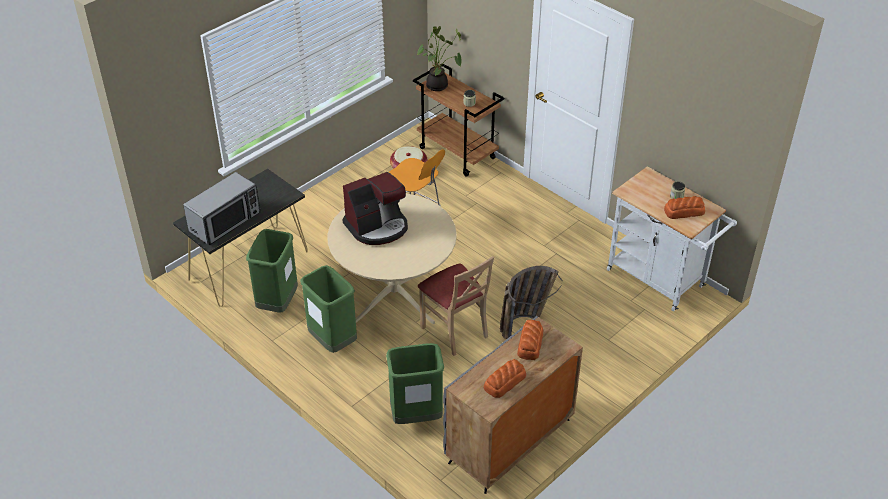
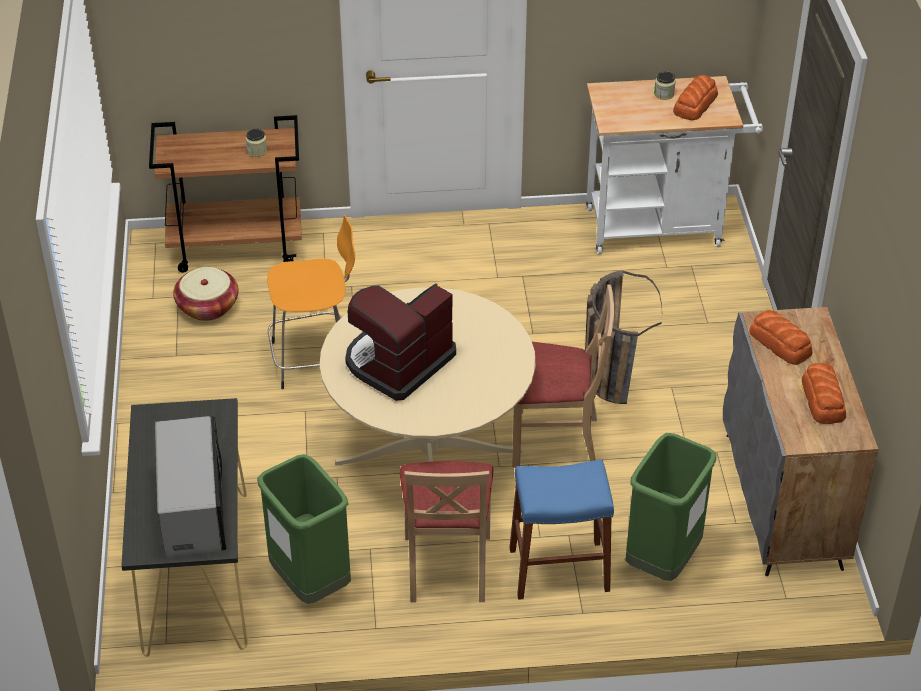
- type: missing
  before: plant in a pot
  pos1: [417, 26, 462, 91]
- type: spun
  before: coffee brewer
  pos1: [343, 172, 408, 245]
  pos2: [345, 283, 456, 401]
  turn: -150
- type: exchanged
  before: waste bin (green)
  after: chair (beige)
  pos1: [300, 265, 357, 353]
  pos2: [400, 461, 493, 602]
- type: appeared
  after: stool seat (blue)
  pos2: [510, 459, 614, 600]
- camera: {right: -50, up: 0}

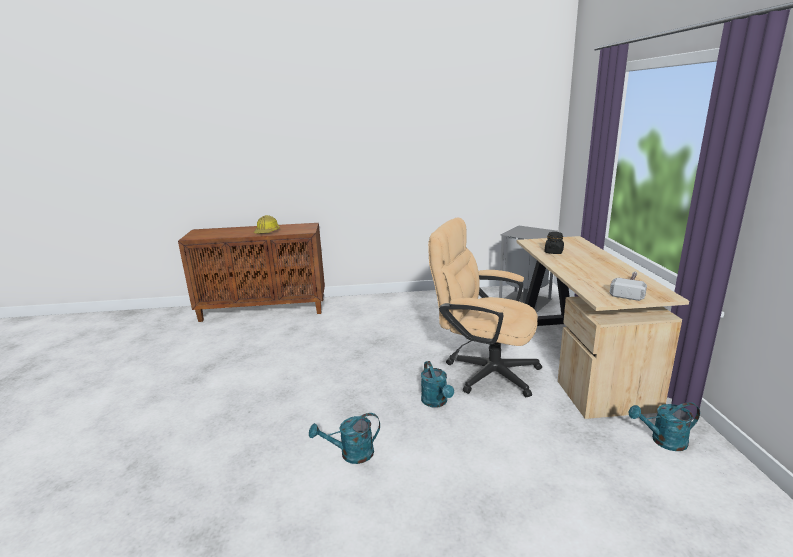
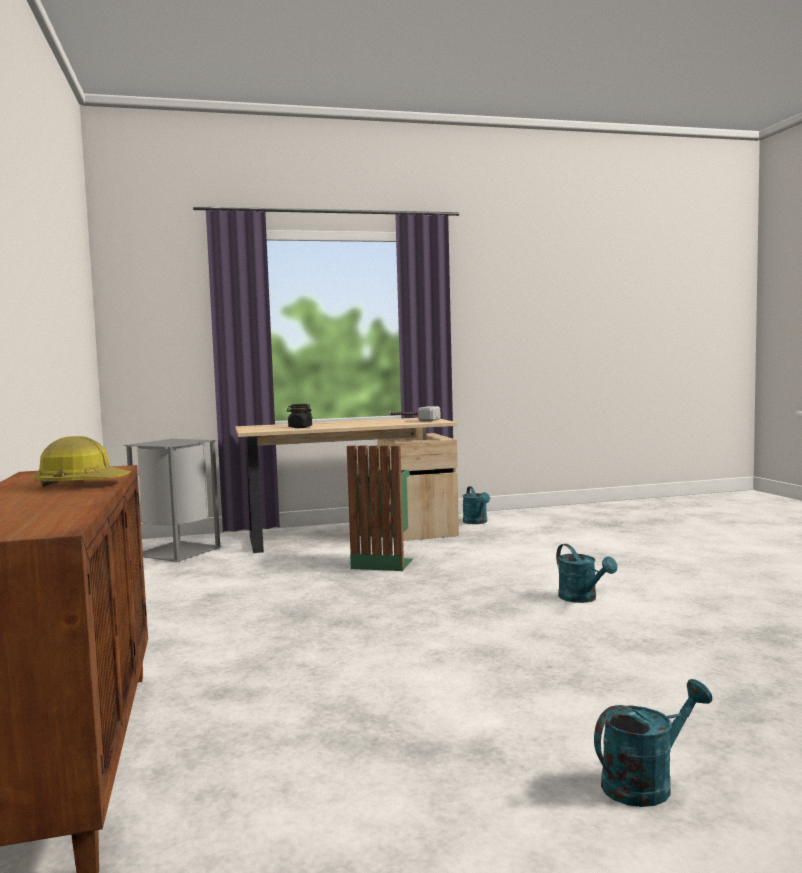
- type: exchanged
  before: desk chair (beige)
  after: waste bin (green)
  pos1: [428, 218, 542, 397]
  pos2: [347, 445, 413, 571]
- type: relocated
  before: sprinkling can (turquoise-coloured)
  pos1: [421, 361, 454, 407]
  pos2: [594, 679, 712, 807]
- camera: {right: -100, up: -15}

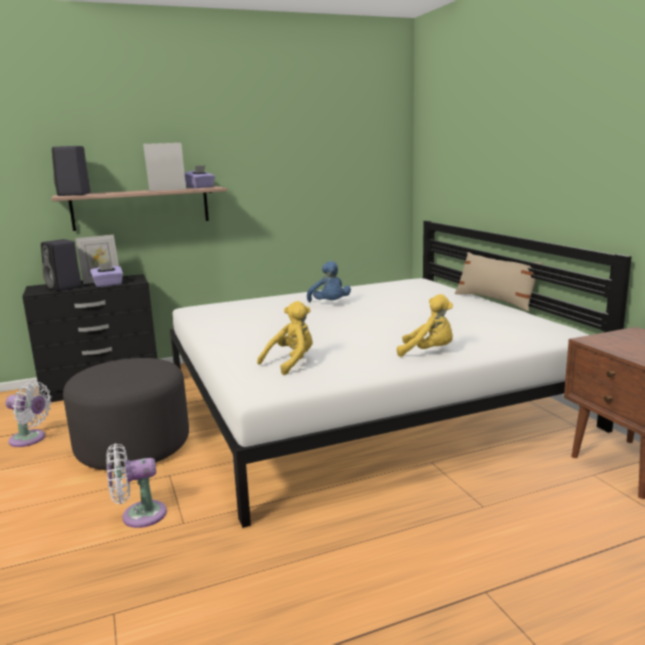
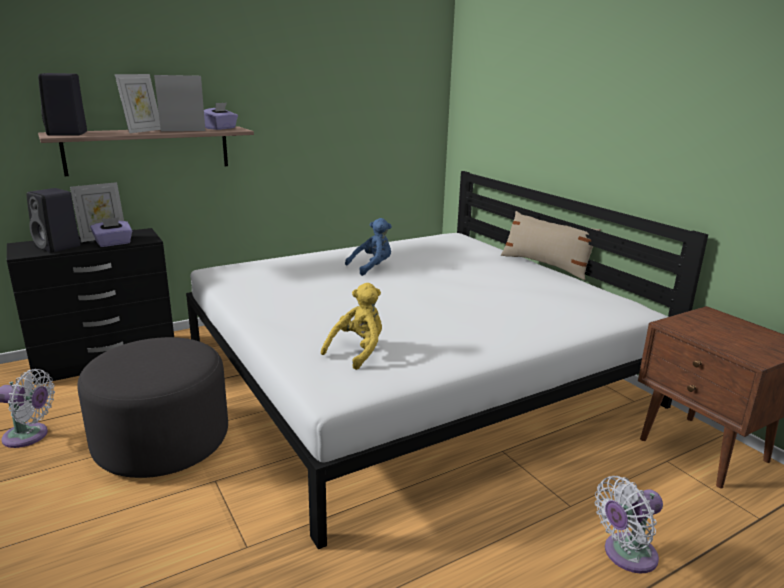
- type: spun
  before: soft toy (blue)
  pos1: [307, 261, 351, 302]
  pos2: [345, 218, 392, 276]
  turn: -90
- type: missing
  before: soft toy (yellow)
  pos1: [397, 294, 453, 357]
- type: relocated
  before: electric fan (white)
  pos1: [106, 444, 167, 528]
  pos2: [595, 476, 663, 573]
- type: appeared
  after: photo frame
  pos2: [115, 74, 161, 133]
- camera: {right: -10, up: 5}

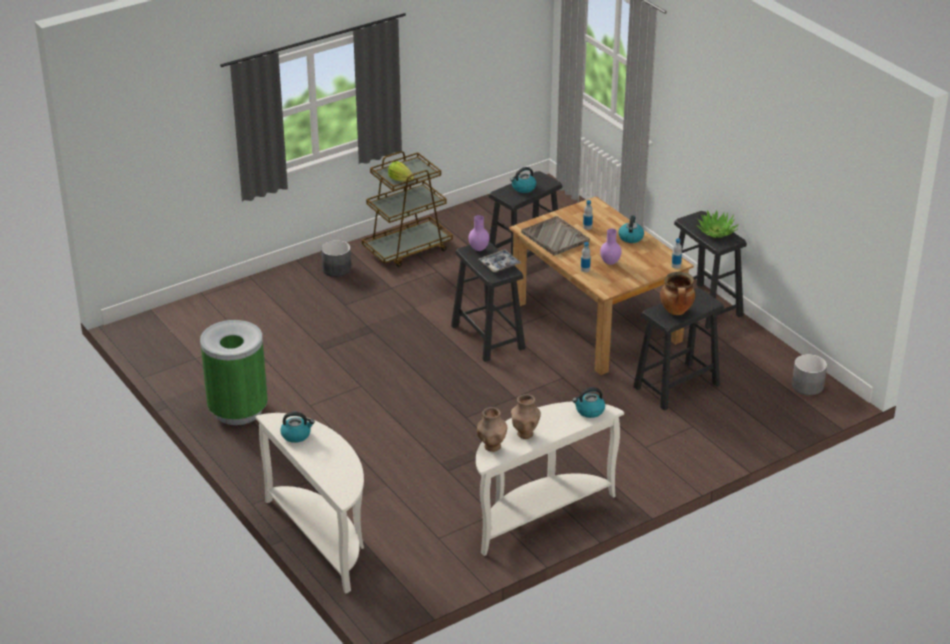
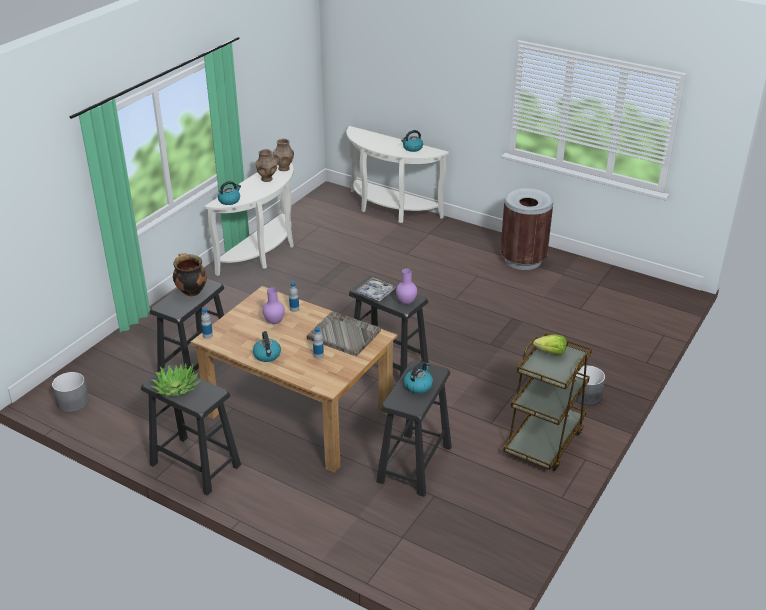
- type: colour
  before: waste bin (green)
  after: waste bin (brownish)
  pos1: [200, 320, 268, 425]
  pos2: [500, 187, 554, 270]
- camera: {right: 155, up: 0}

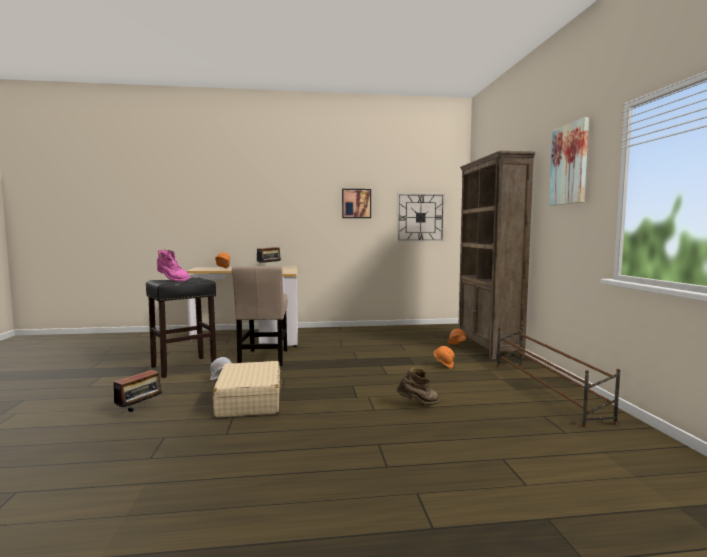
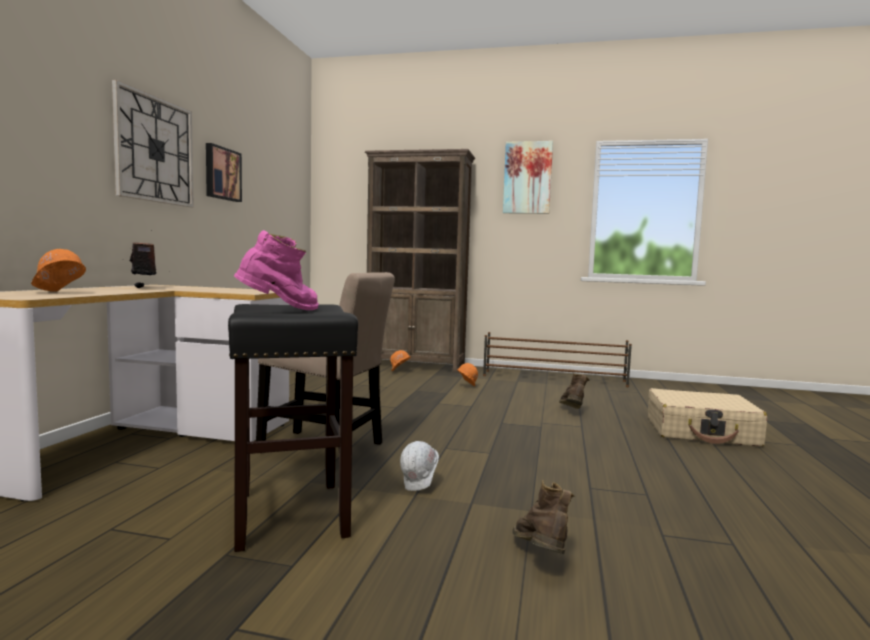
- type: relocated
  before: hanging clock
  pos1: [397, 193, 445, 242]
  pos2: [112, 80, 194, 207]
- type: relocated
  before: suitcase (beige)
  pos1: [213, 361, 280, 418]
  pos2: [648, 388, 767, 447]
- type: exchanged
  before: radio set
  after: tall boot (brownish)
  pos1: [114, 370, 164, 412]
  pos2: [512, 480, 575, 554]
- camera: {right: -70, up: 0}

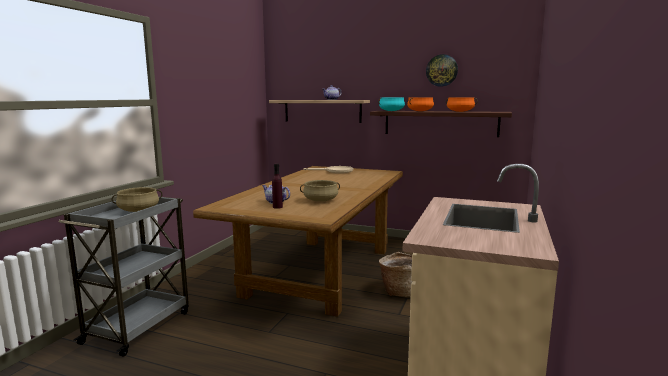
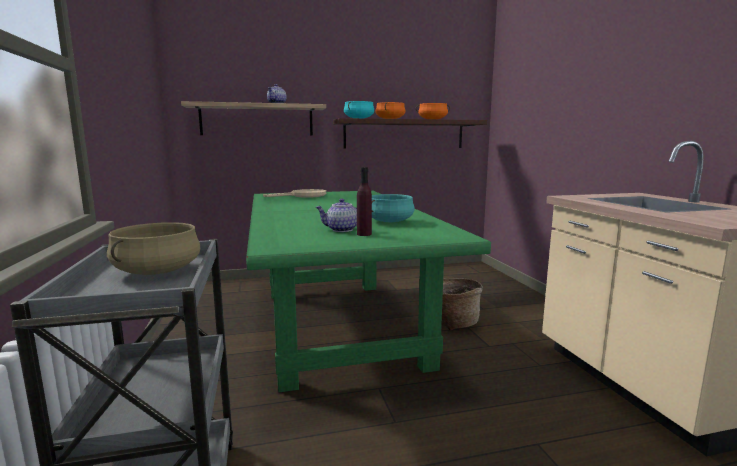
- type: missing
  before: hanging clock
  pos1: [426, 54, 458, 87]
- type: colour
  before: dinner table (brownish)
  after: dinner table (green)
  pos1: [193, 166, 403, 317]
  pos2: [246, 190, 491, 392]
- type: colour
  before: stockpot (beige)
  after: stockpot (turquoise-coloured)
  pos1: [300, 180, 340, 202]
  pos2: [372, 194, 415, 222]
- camera: {right: -35, up: 0}

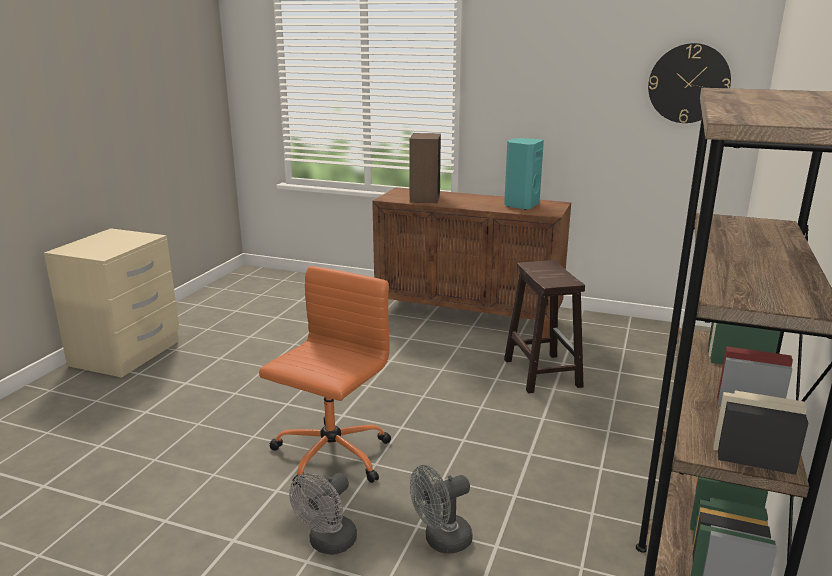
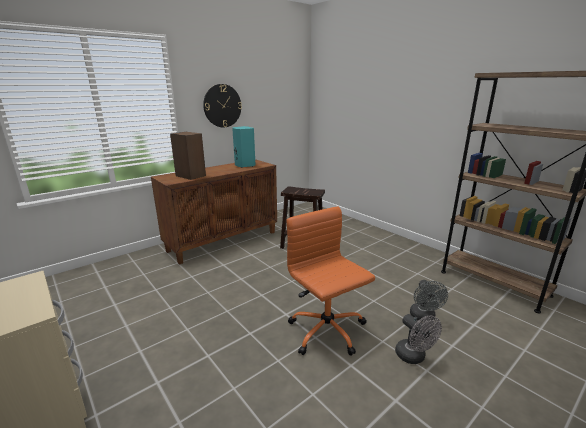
- type: relocated
  before: hanging clock
  pos1: [648, 43, 731, 123]
  pos2: [203, 84, 242, 128]
- camera: {right: -60, up: 0}

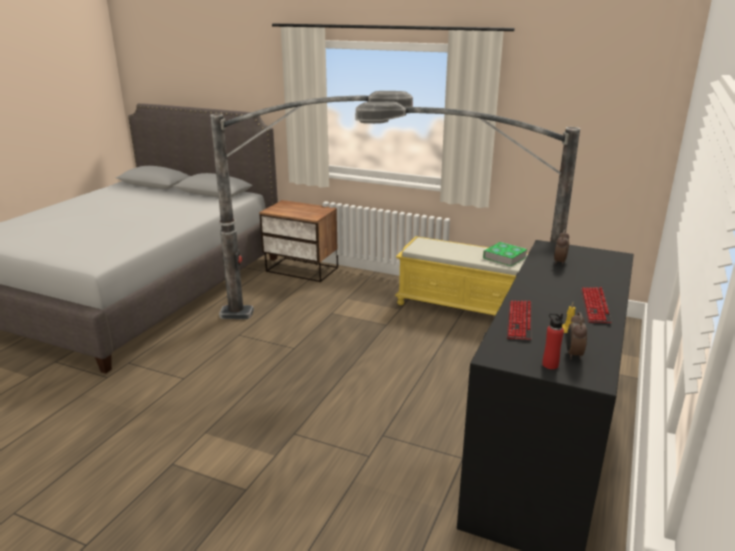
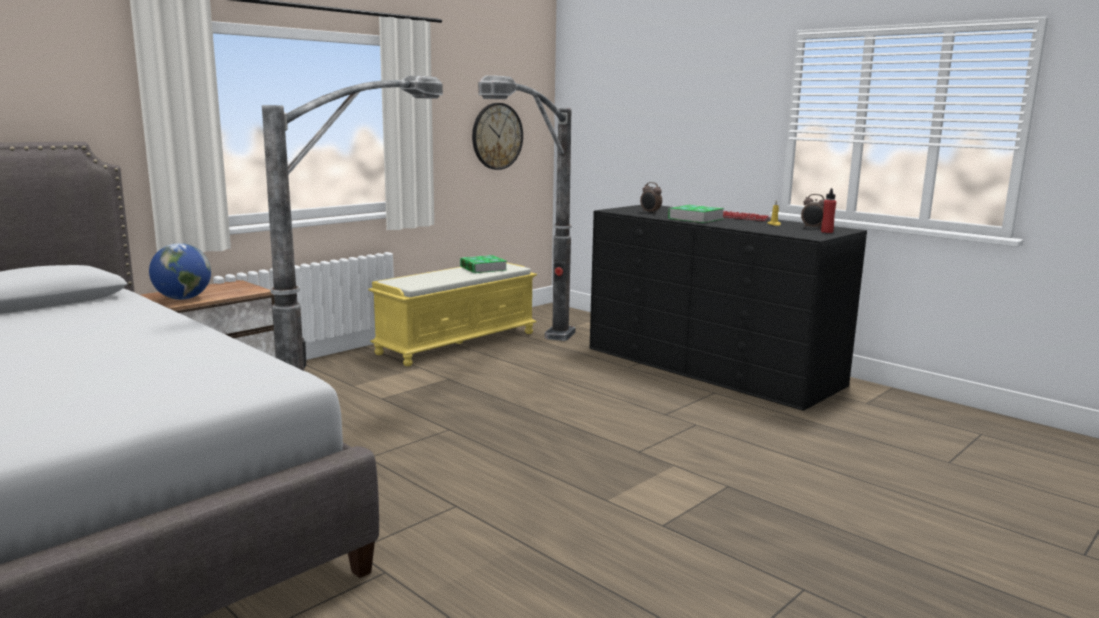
- type: missing
  before: computer keyboard
  pos1: [507, 300, 532, 340]
- type: appeared
  after: hanging clock
  pos2: [472, 103, 523, 170]
- type: appeared
  after: book
  pos2: [668, 205, 724, 223]
- type: appeared
  after: desk globe
  pos2: [149, 243, 211, 300]
- camera: {right: -70, up: -10}

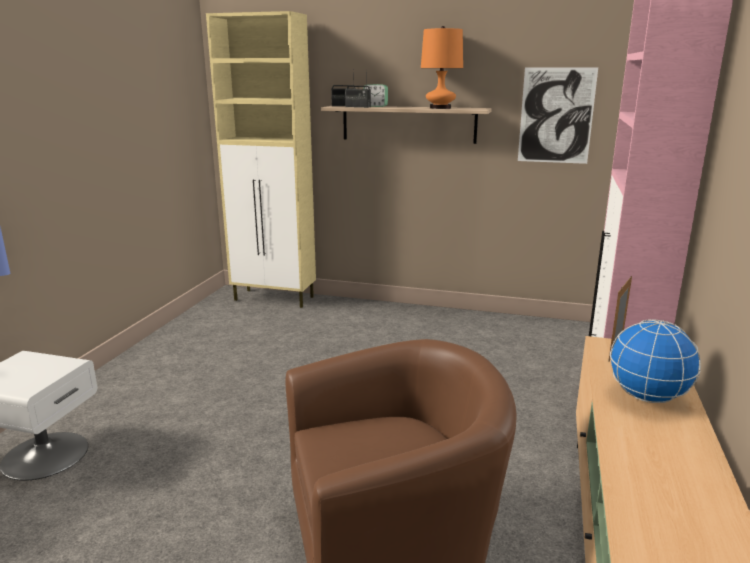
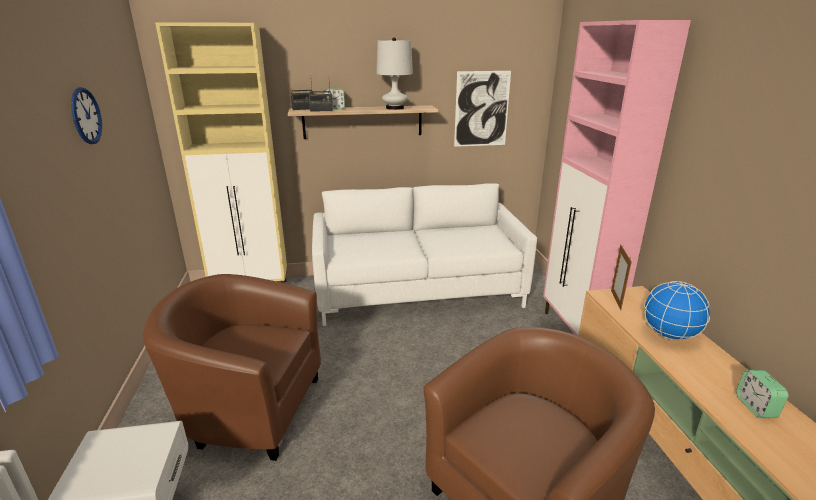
- type: colour
  before: table lamp (orange)
  after: table lamp (white)
  pos1: [421, 26, 463, 109]
  pos2: [376, 37, 413, 110]
- type: appeared
  after: hanging clock
  pos2: [71, 87, 102, 144]
- type: appeared
  after: settee (white)
  pos2: [312, 183, 537, 326]
- type: appeared
  after: easy chair (brownish)
  pos2: [143, 274, 321, 461]
- type: appeared
  after: bedside clock
  pos2: [736, 370, 789, 418]
- camera: {right: -25, up: 5}

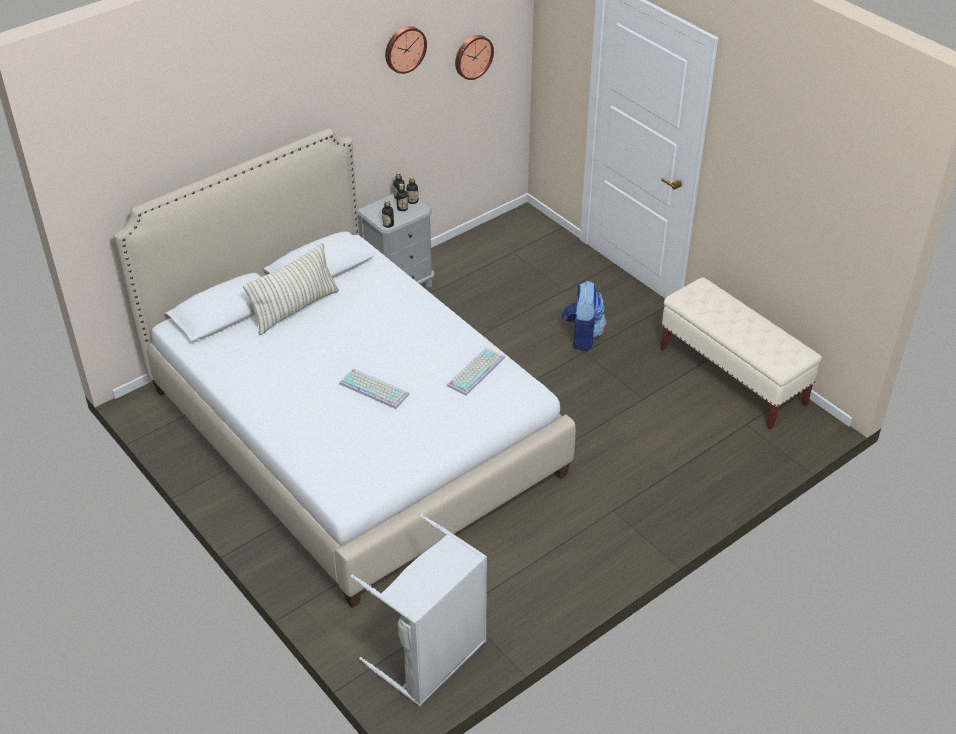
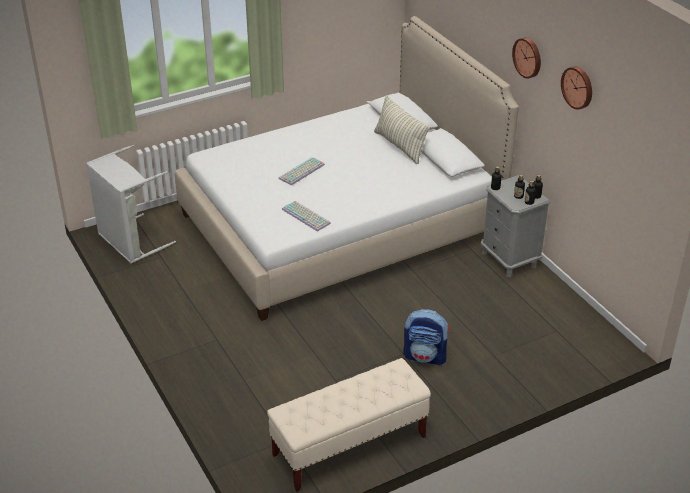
- type: relocated
  before: hanging clock
  pos1: [455, 35, 494, 80]
  pos2: [512, 38, 541, 79]
- camera: {right: 100, up: -5}

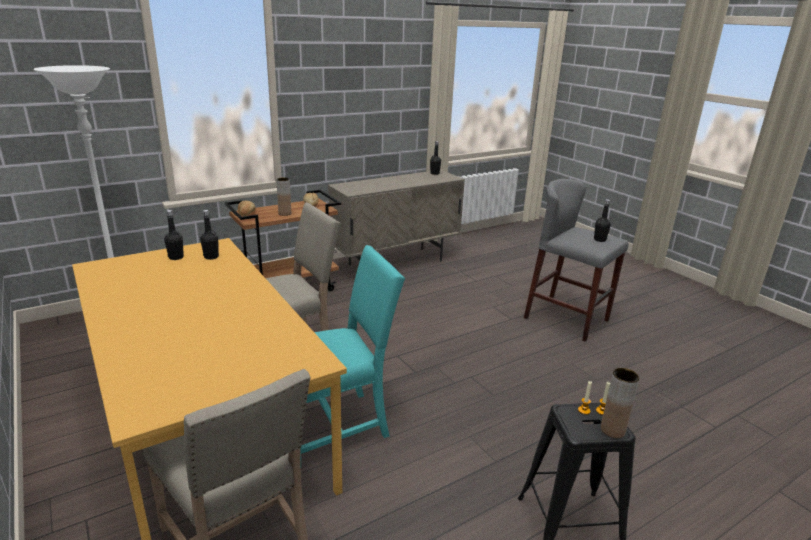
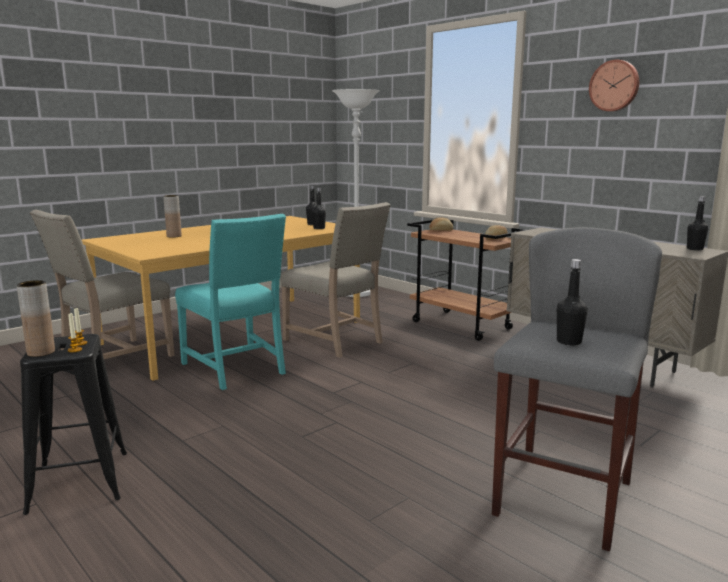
- type: relocated
  before: vase (brownish)
  pos1: [276, 177, 291, 216]
  pos2: [163, 195, 182, 238]
- type: appeared
  after: hanging clock
  pos2: [589, 60, 639, 112]
- camera: {right: 80, up: -10}

